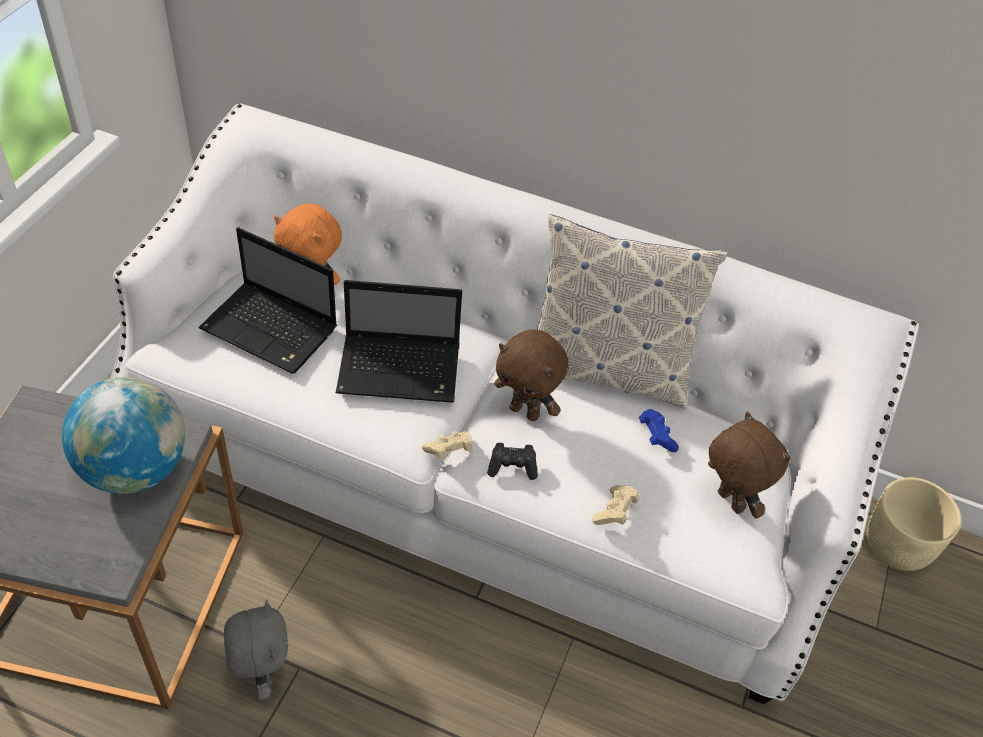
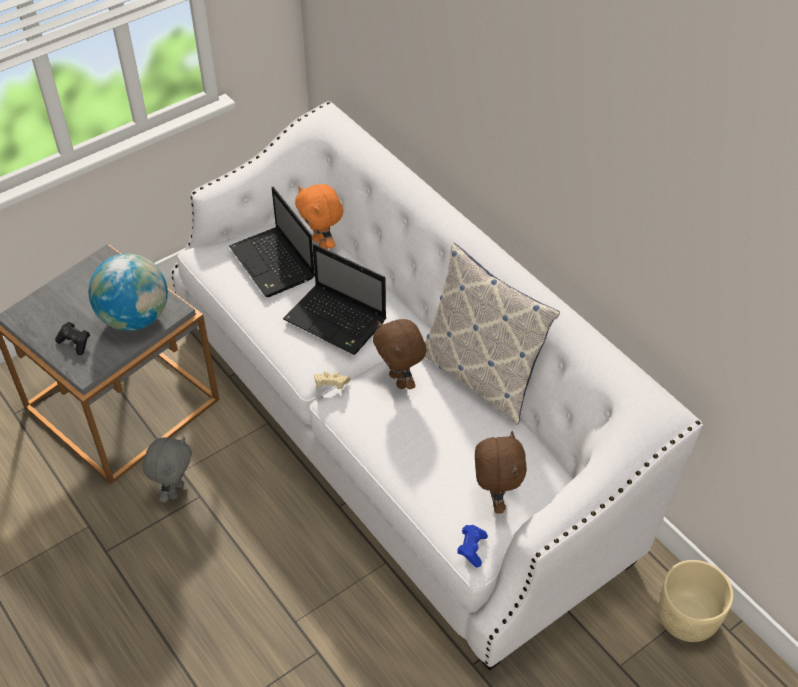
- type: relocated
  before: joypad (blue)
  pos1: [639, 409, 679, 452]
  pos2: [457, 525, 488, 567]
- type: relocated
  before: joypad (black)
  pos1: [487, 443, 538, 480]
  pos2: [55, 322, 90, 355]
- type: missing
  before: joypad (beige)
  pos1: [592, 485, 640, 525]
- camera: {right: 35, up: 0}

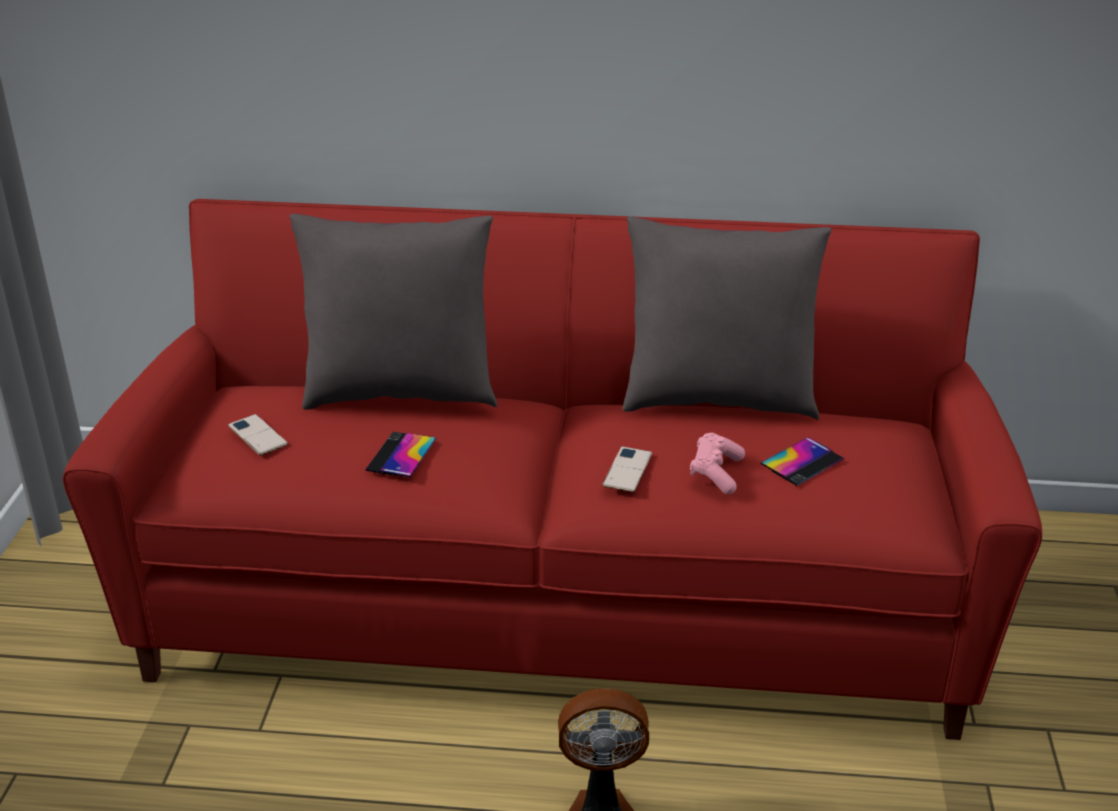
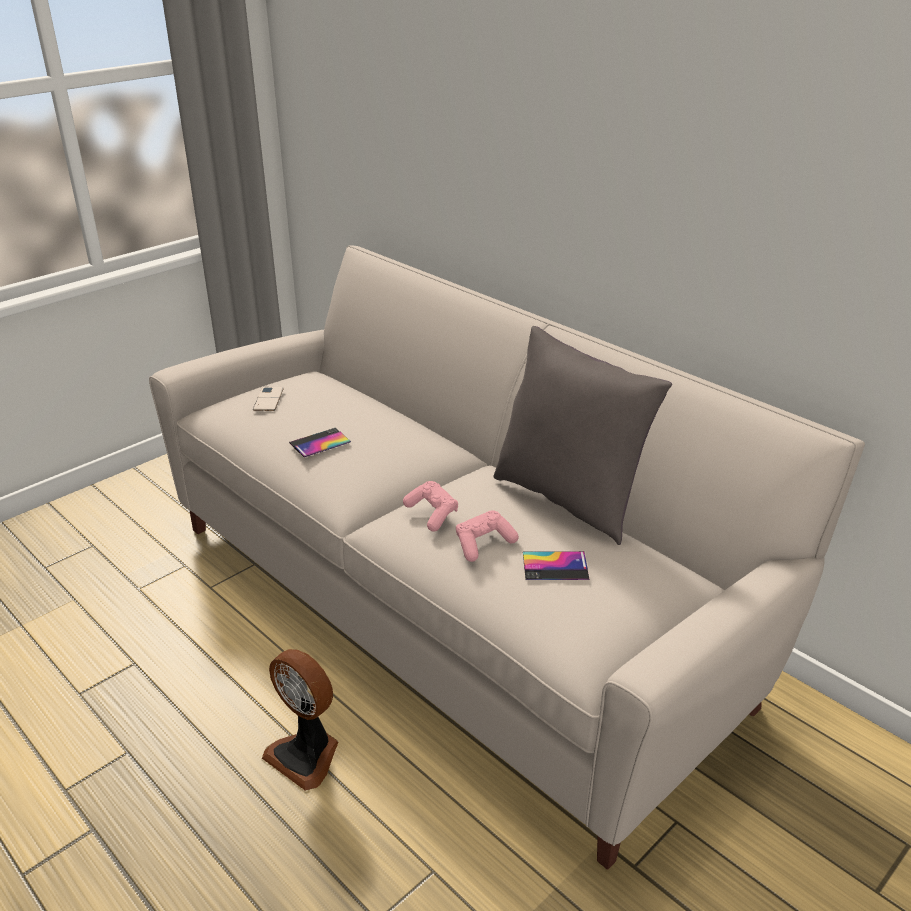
- type: colour
  before: settee (red-coloured)
  after: settee (beige)
  pos1: [63, 199, 1042, 740]
  pos2: [149, 245, 865, 870]
- type: missing
  before: cushion (gray)
  pos1: [290, 214, 497, 410]
- type: exchanged
  before: telephone
  after: joypad (pinkish)
  pos1: [602, 446, 652, 492]
  pos2: [403, 481, 458, 532]
- camera: {right: 40, up: 0}

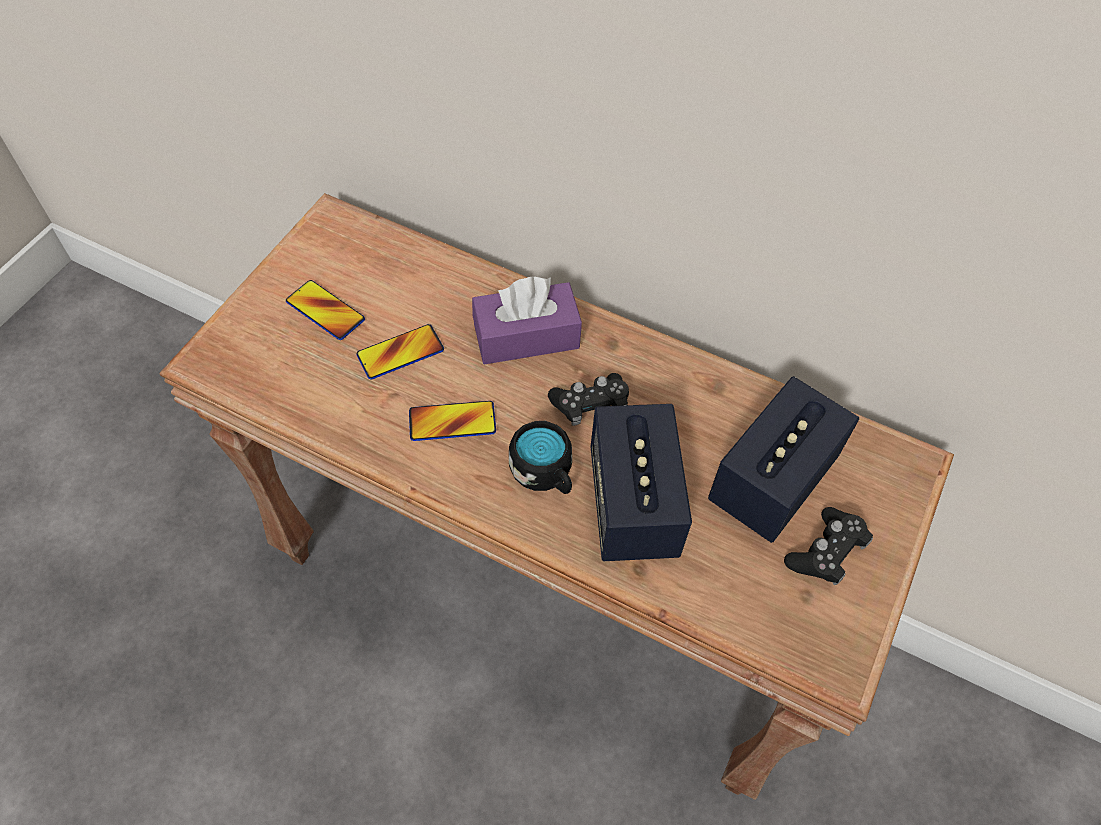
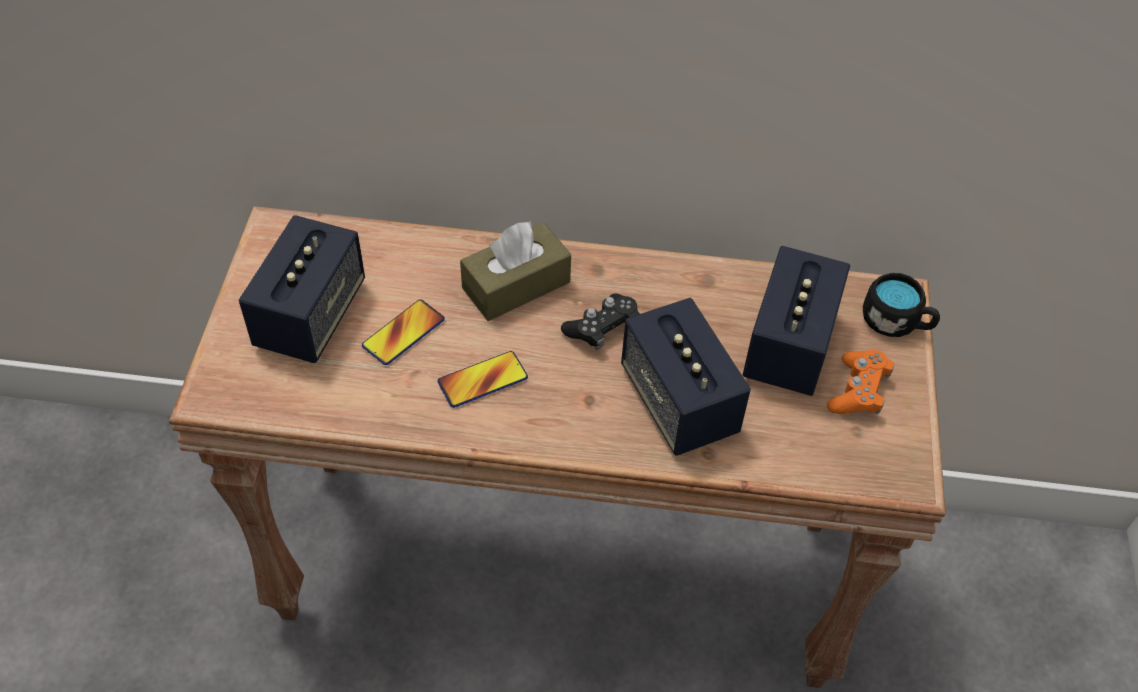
- type: colour
  before: tissue box (purple)
  after: tissue box (brownish)
  pos1: [472, 276, 582, 365]
  pos2: [460, 221, 571, 321]
- type: exchanged
  before: telephone
  after: loudspeaker
  pos1: [286, 280, 365, 340]
  pos2: [239, 215, 365, 363]
- type: relocated
  before: coffee mug (black)
  pos1: [509, 421, 572, 494]
  pos2: [863, 273, 940, 337]
- type: colour
  before: joypad (black)
  after: joypad (orange)
  pos1: [784, 507, 873, 585]
  pos2: [827, 350, 894, 414]
- camera: {right: -20, up: -5}

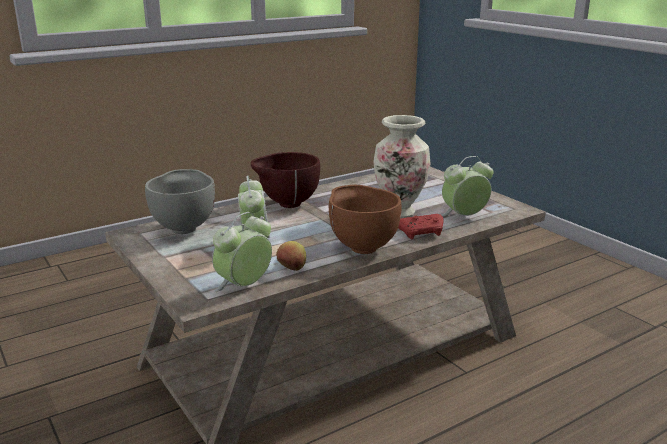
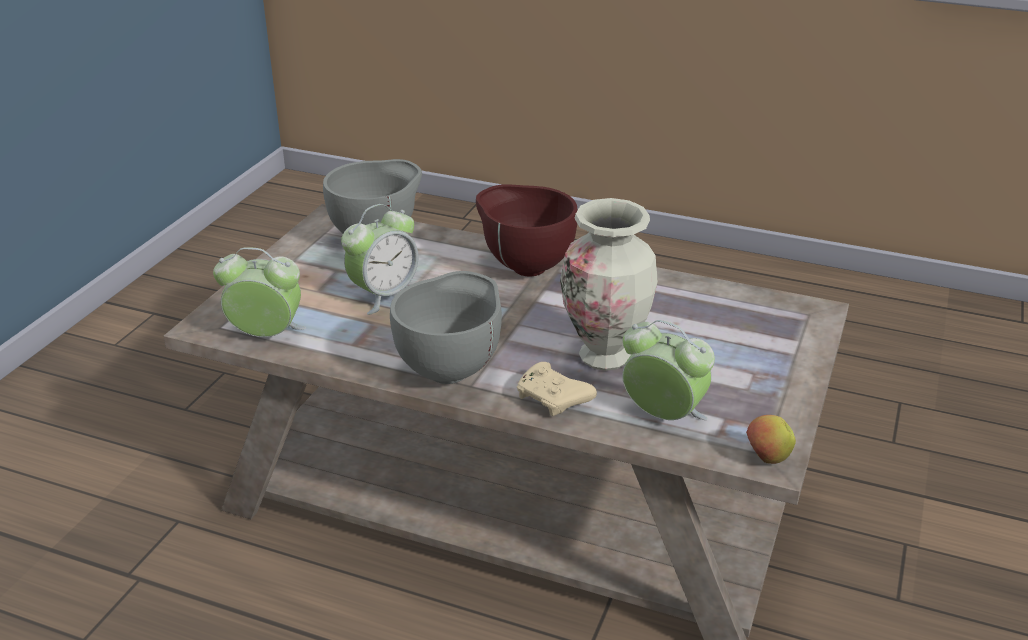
- type: colour
  before: deep dish (brownish)
  after: deep dish (gray)
  pos1: [329, 185, 402, 254]
  pos2: [390, 271, 502, 384]
- type: colour
  before: joypad (red-coloured)
  after: joypad (beige)
  pos1: [398, 214, 443, 239]
  pos2: [517, 362, 597, 416]
- type: relocated
  before: apple fruit
  pos1: [276, 241, 306, 271]
  pos2: [746, 415, 796, 464]
- camera: {right: 55, up: 10}

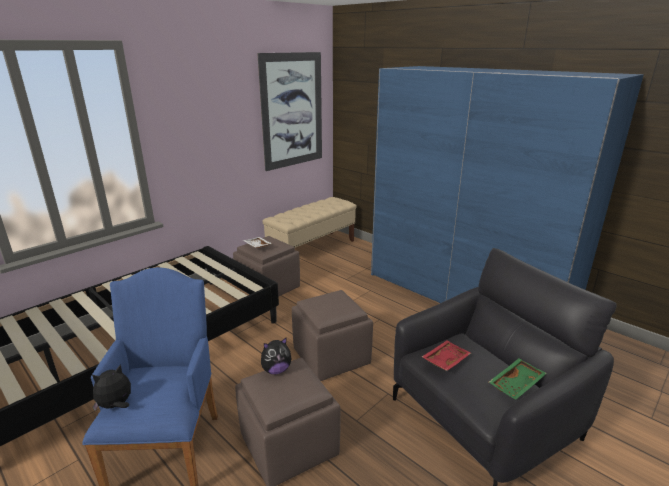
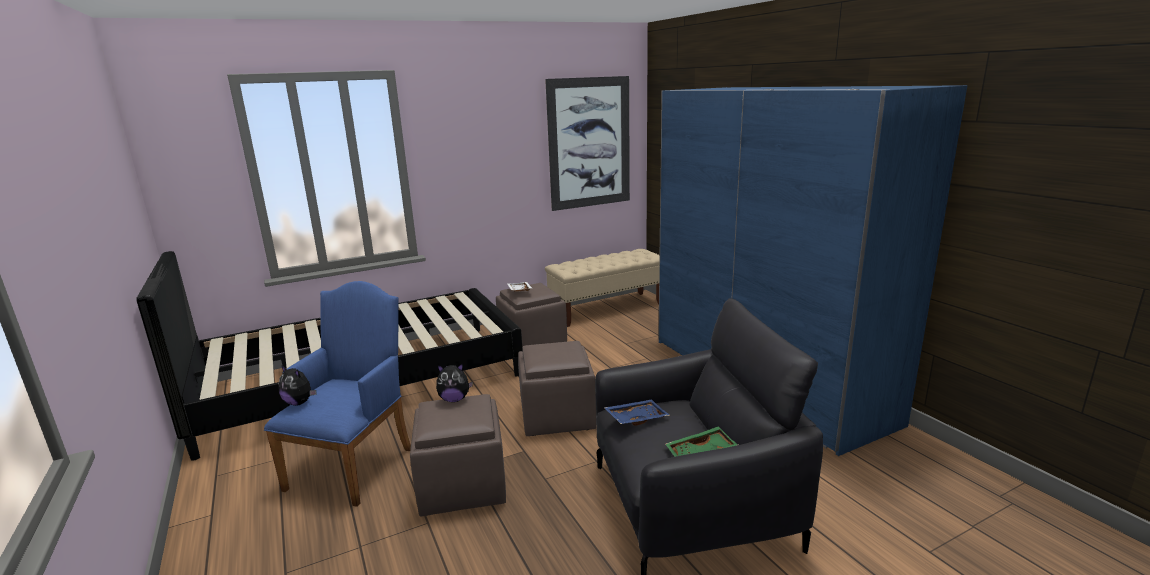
- type: colour
  before: carrying tray (red-coloured)
  after: carrying tray (blue)
  pos1: [422, 340, 471, 371]
  pos2: [604, 399, 670, 426]
- type: spun
  before: soft toy
  pos1: [92, 364, 131, 411]
  pos2: [278, 365, 317, 406]
  turn: -135
- camera: {right: 20, up: -5}

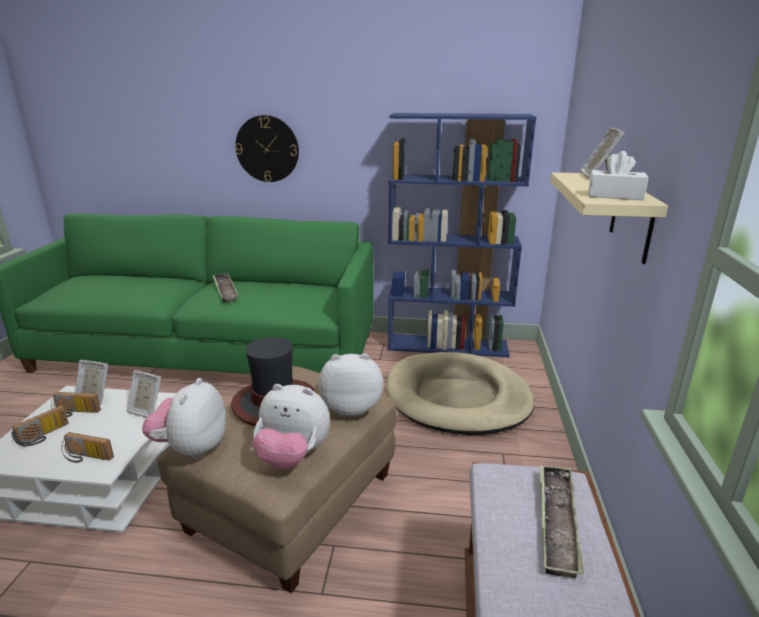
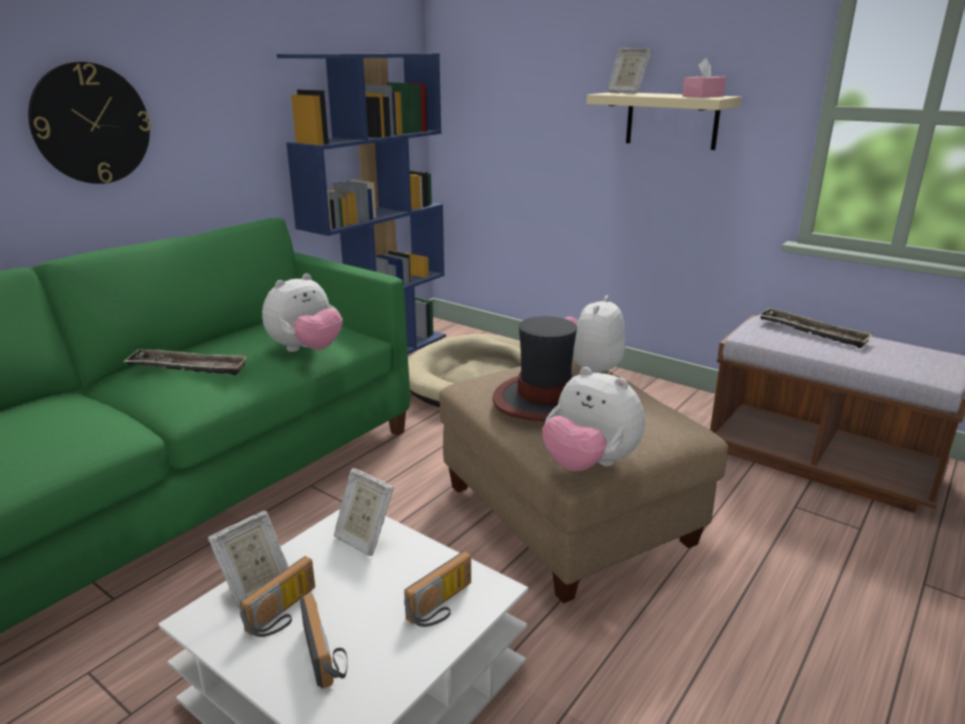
- type: colour
  before: tissue box (white)
  after: tissue box (pinkish)
  pos1: [588, 151, 649, 200]
  pos2: [682, 58, 726, 98]
- type: spun
  before: photo frame
  pos1: [127, 370, 161, 418]
  pos2: [334, 468, 394, 556]
  turn: 75
- type: relocated
  before: soft toy
  pos1: [253, 384, 330, 470]
  pos2: [262, 273, 343, 352]
- camera: {right: -60, up: 0}

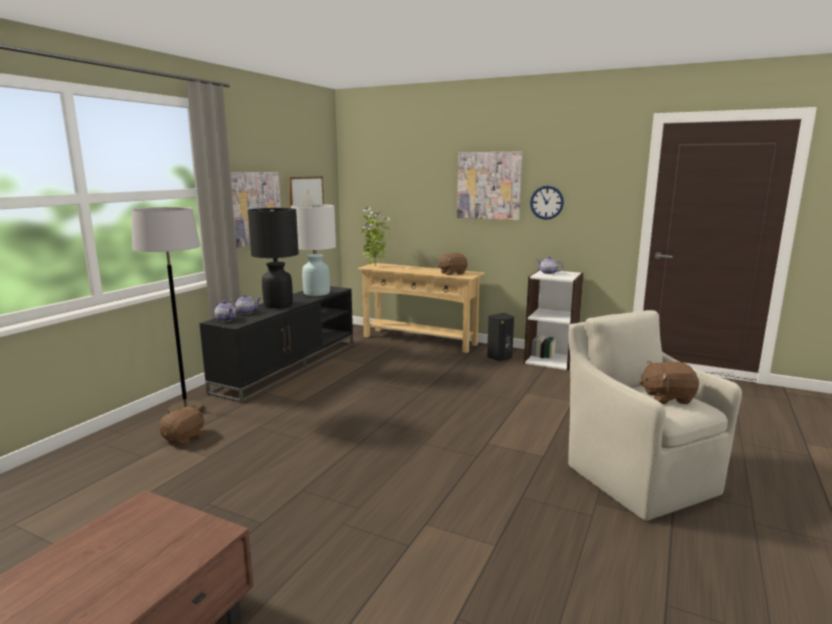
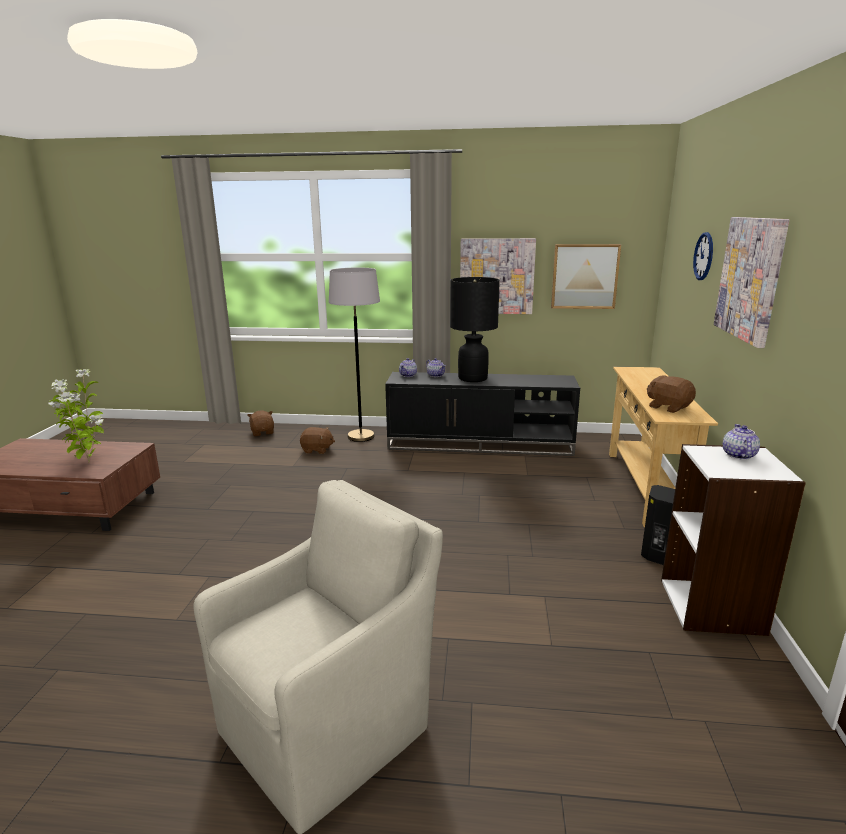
- type: relocated
  before: hanging clock
  pos1: [530, 185, 564, 220]
  pos2: [693, 232, 713, 280]
- type: missing
  before: table lamp (white)
  pos1: [291, 204, 336, 296]
- type: relocated
  before: plant in a pot
  pos1: [361, 206, 391, 266]
  pos2: [49, 369, 104, 462]
- type: relocated
  before: soft toy (brownish)
  pos1: [639, 361, 699, 404]
  pos2: [247, 411, 274, 436]
- camera: {right: 70, up: 5}

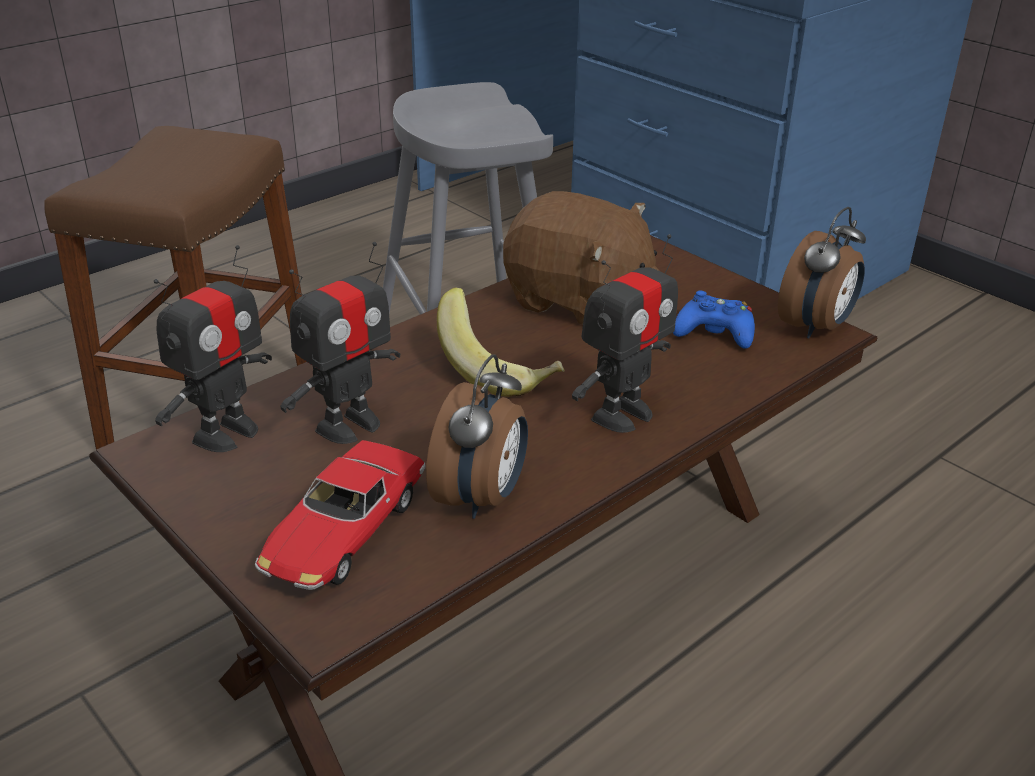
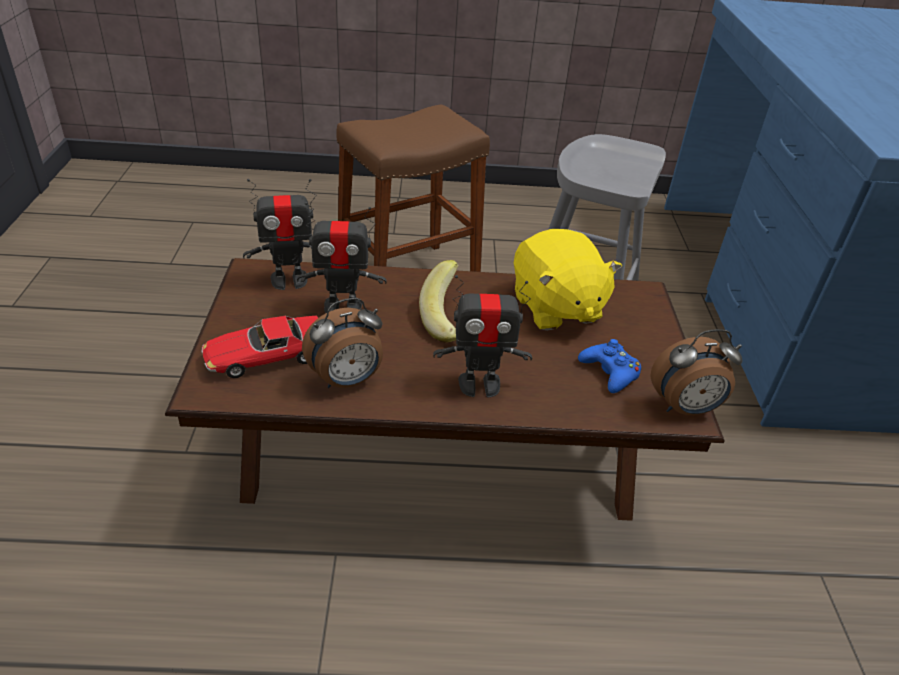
- type: colour
  before: soft toy (brownish)
  after: soft toy (yellow)
  pos1: [503, 191, 659, 324]
  pos2: [514, 229, 622, 331]
- camera: {right: 40, up: 5}

